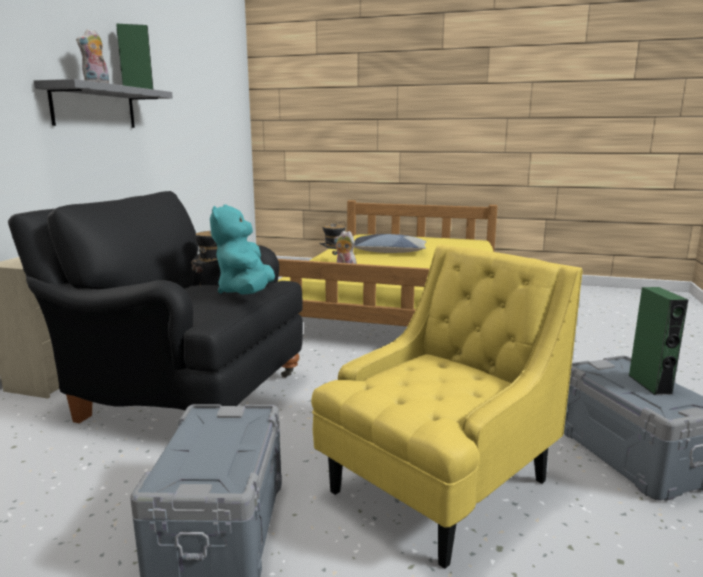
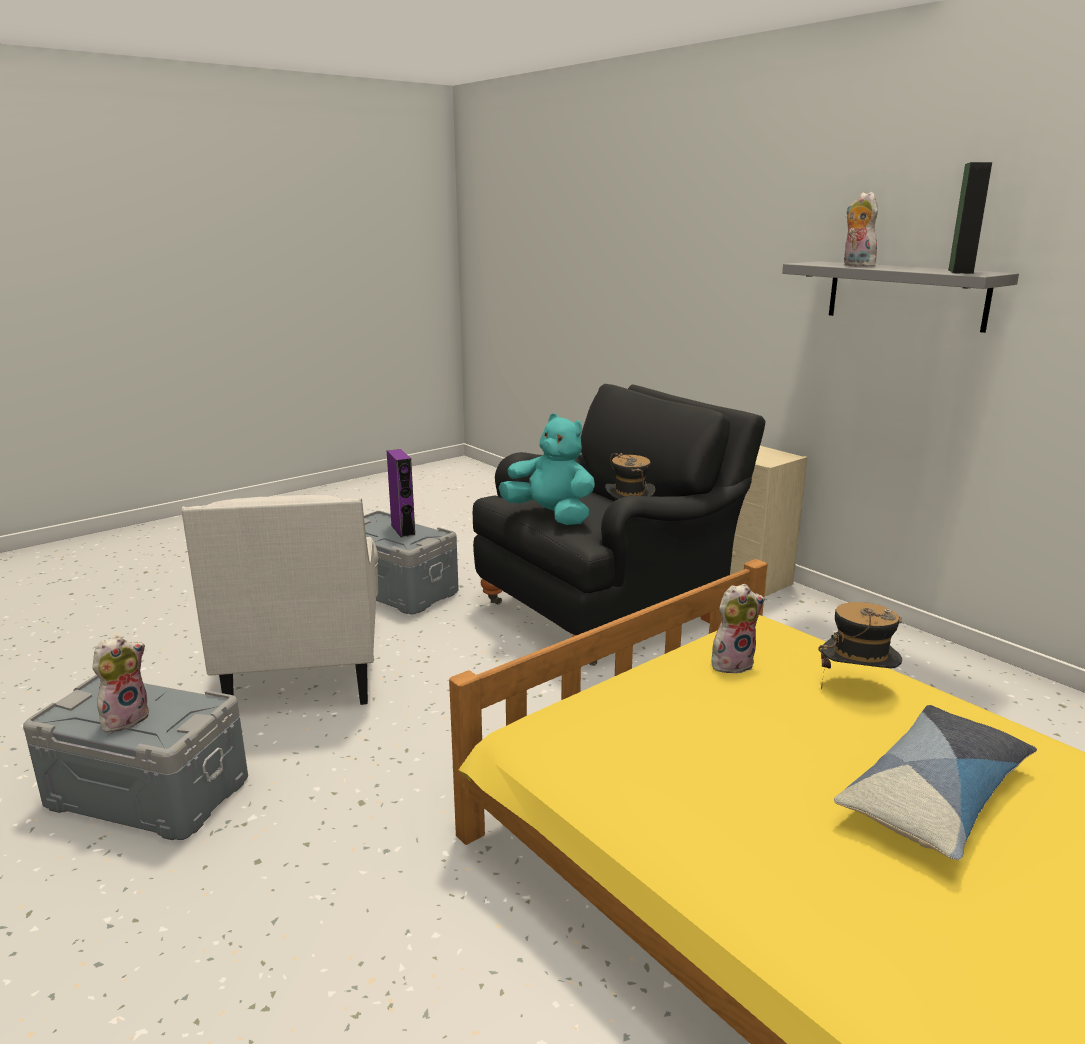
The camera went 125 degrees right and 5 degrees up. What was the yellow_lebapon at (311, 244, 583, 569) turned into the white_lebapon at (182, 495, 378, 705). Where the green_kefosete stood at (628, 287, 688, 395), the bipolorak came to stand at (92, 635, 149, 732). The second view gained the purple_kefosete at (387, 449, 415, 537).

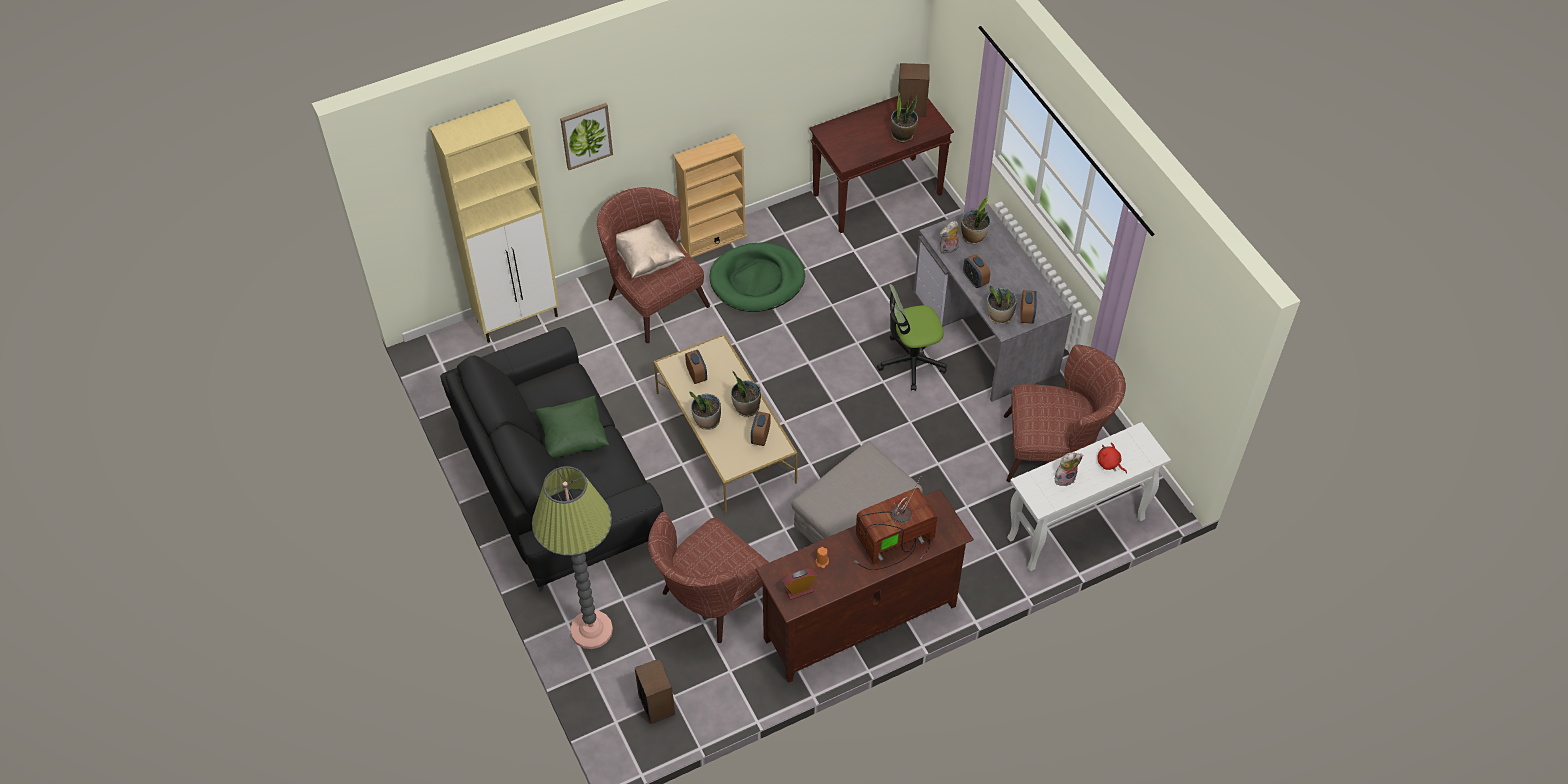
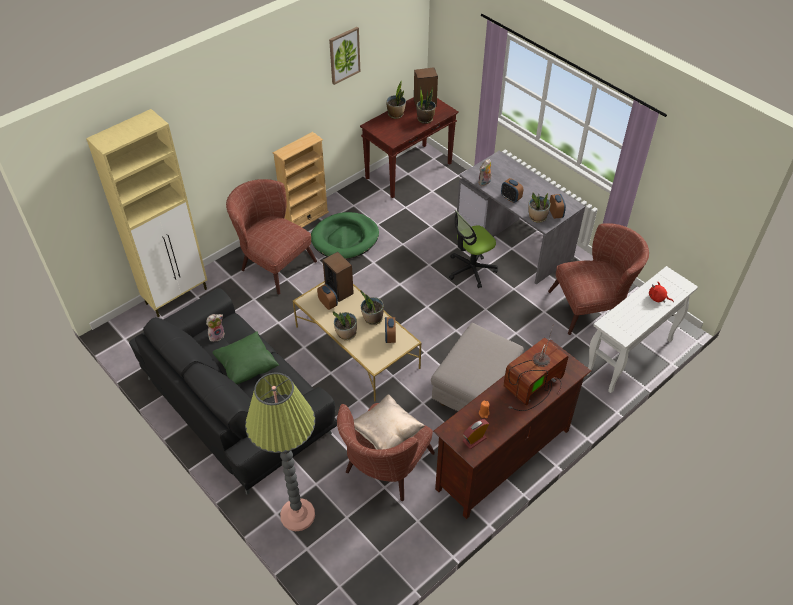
The camera went 15 degrees left and 5 degrees down. The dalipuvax ended up elsewhere, having gone from (560, 103, 613, 170) to (329, 27, 360, 85). The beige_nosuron ended up elsewhere, having gone from (616, 219, 686, 278) to (354, 394, 425, 450). The kefosete ended up elsewhere, having gone from (635, 658, 675, 724) to (323, 252, 354, 302). The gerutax ended up elsewhere, having gone from (961, 195, 990, 244) to (386, 81, 406, 119). The bipolorak ended up elsewhere, having gone from (1055, 452, 1083, 486) to (206, 314, 225, 342).

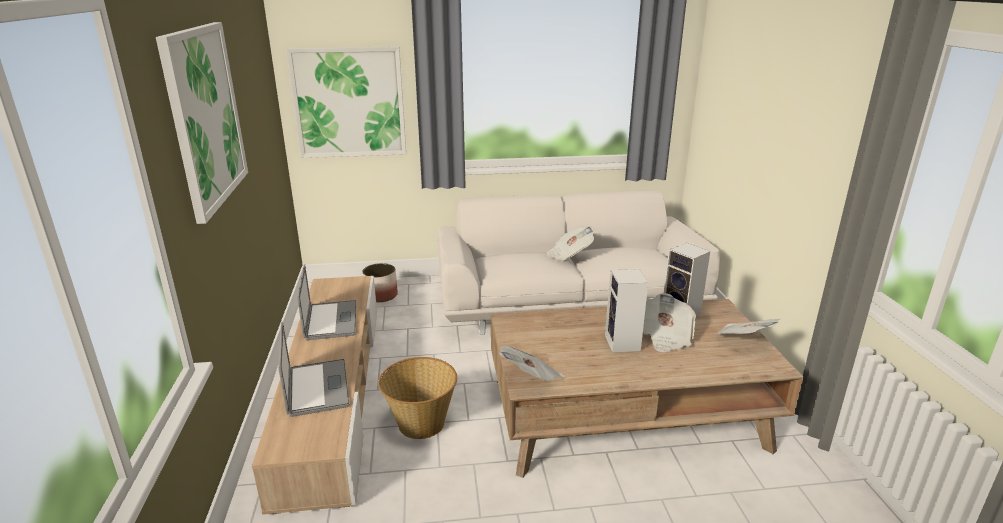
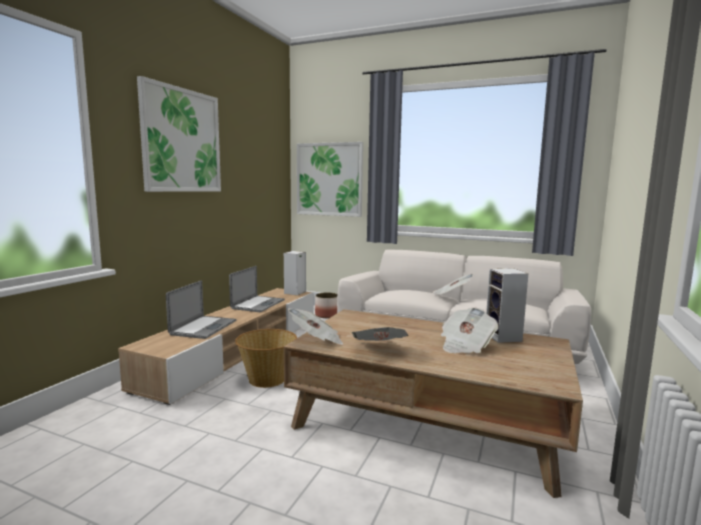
The camera went 30 degrees right and 15 degrees down. The kefosete ended up elsewhere, having gone from (605, 268, 648, 353) to (284, 251, 306, 296). The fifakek ended up elsewhere, having gone from (715, 319, 780, 334) to (351, 327, 409, 341).

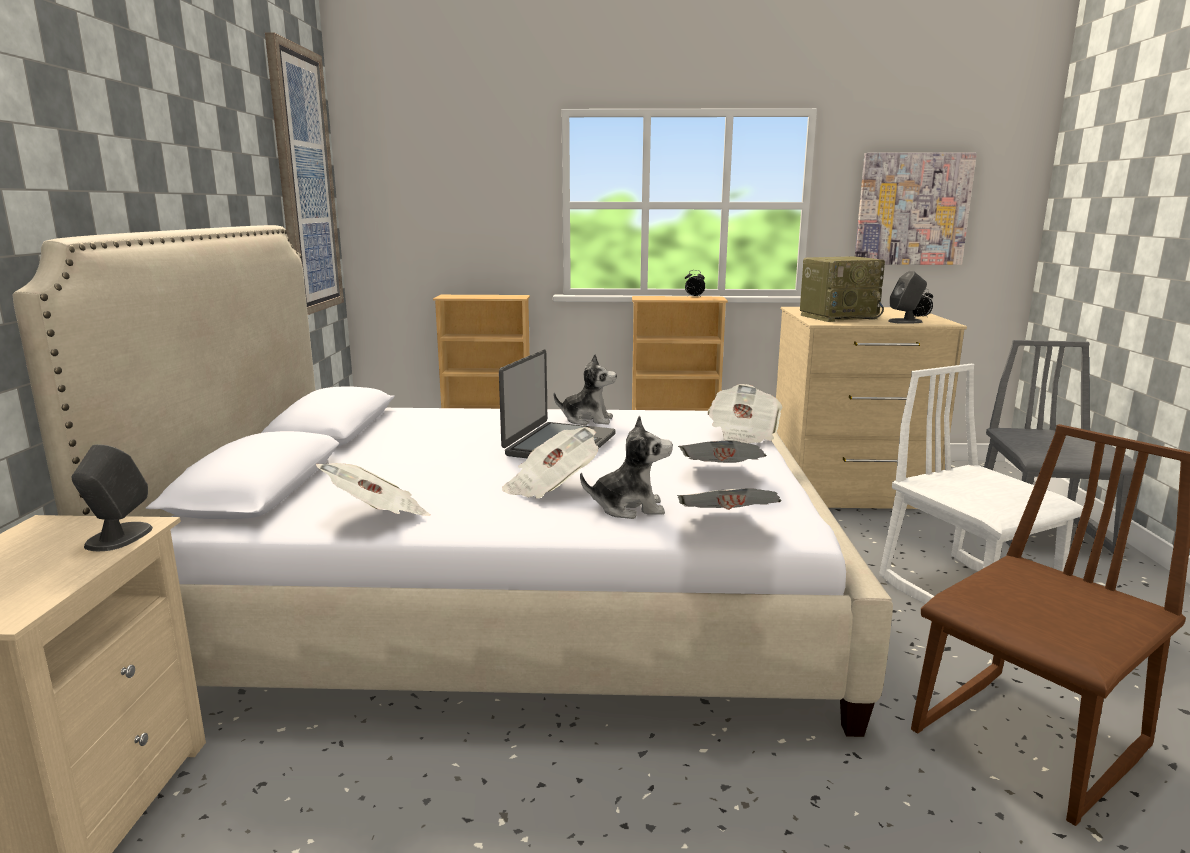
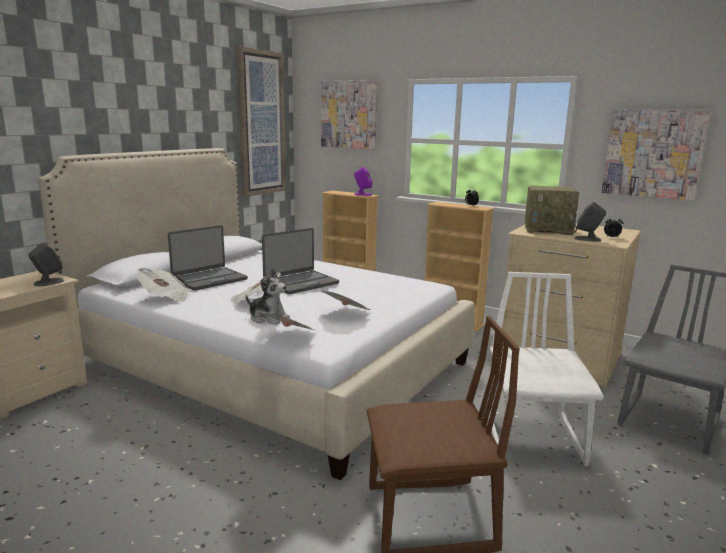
The camera went 30 degrees right and 0 degrees up. The second view lost the bipolorak at (554, 354, 617, 425). The second view lost the fifakek at (708, 384, 782, 444). The second view gained the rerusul at (168, 225, 248, 291). The second view gained the dalipuvax at (321, 80, 377, 149). The second view gained the purple_kefosete at (354, 167, 372, 196).

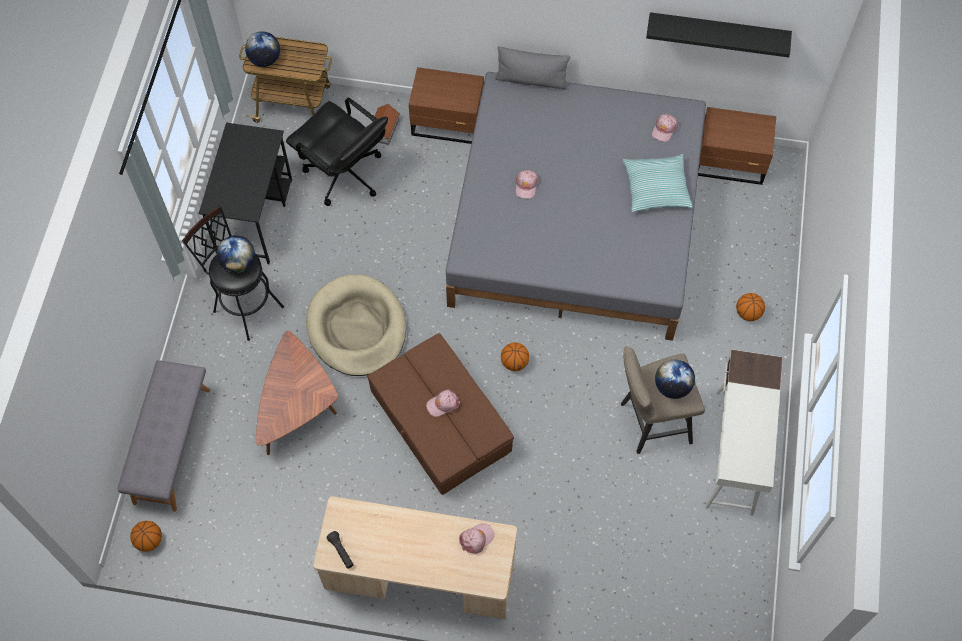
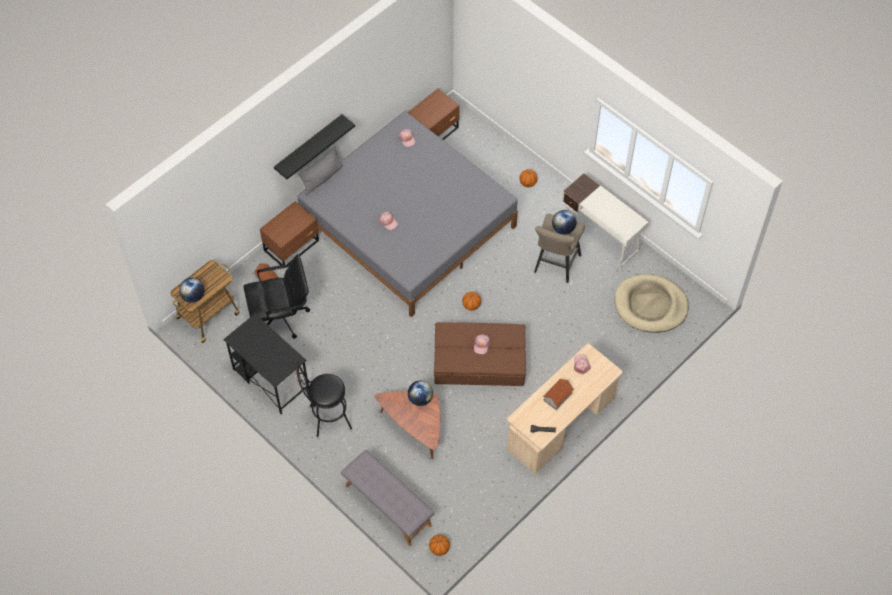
The camera went 55 degrees left and 5 degrees down. The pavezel ended up elsewhere, having gone from (217, 235, 255, 273) to (408, 380, 433, 406). The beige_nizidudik ended up elsewhere, having gone from (306, 274, 406, 376) to (614, 274, 689, 333). The second view lost the nosuron at (623, 154, 693, 212). The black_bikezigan ended up elsewhere, having gone from (646, 12, 792, 57) to (274, 114, 355, 179). The second view gained the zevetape at (543, 379, 574, 410).

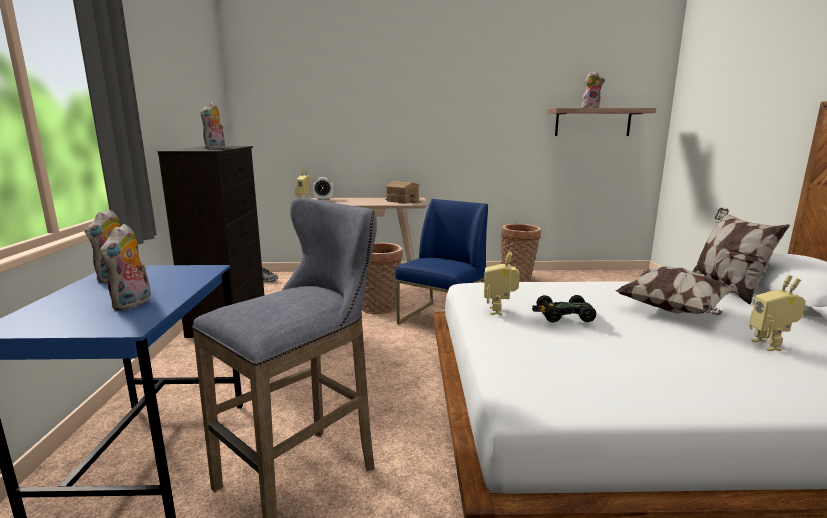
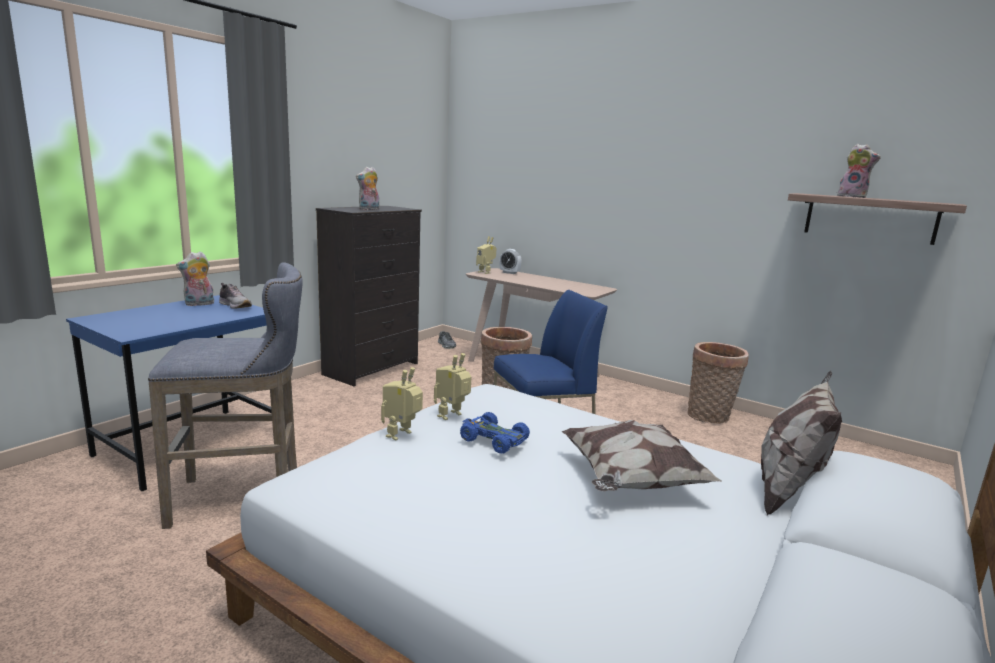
The camera went 35 degrees right and 0 degrees up. The second view lost the bipolorak at (100, 224, 151, 310). The second view lost the zevetape at (385, 181, 421, 204). What was the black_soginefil at (532, 295, 596, 322) turned into the blue_soginefil at (460, 412, 530, 454). The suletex ended up elsewhere, having gone from (749, 275, 806, 351) to (381, 367, 423, 441). The second view gained the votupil at (219, 283, 252, 309).

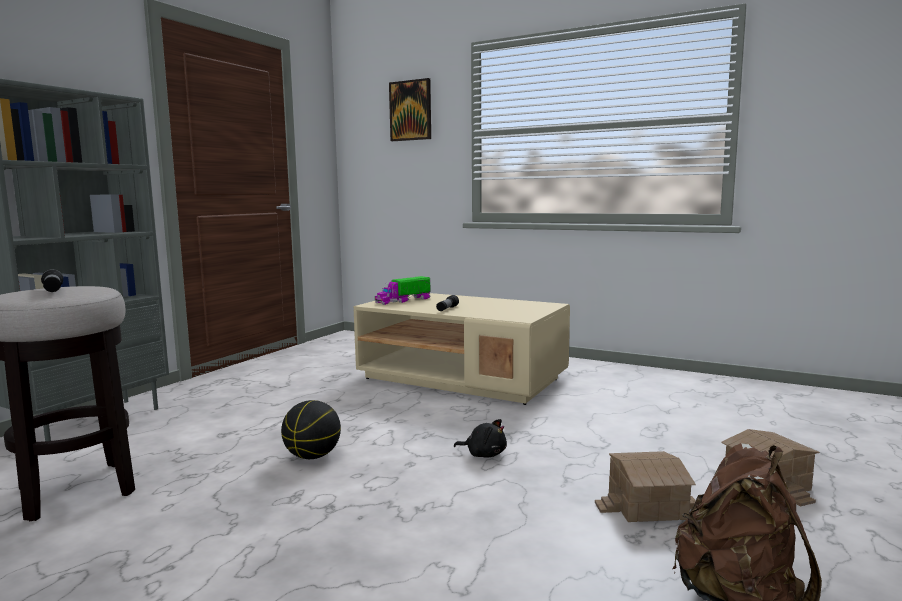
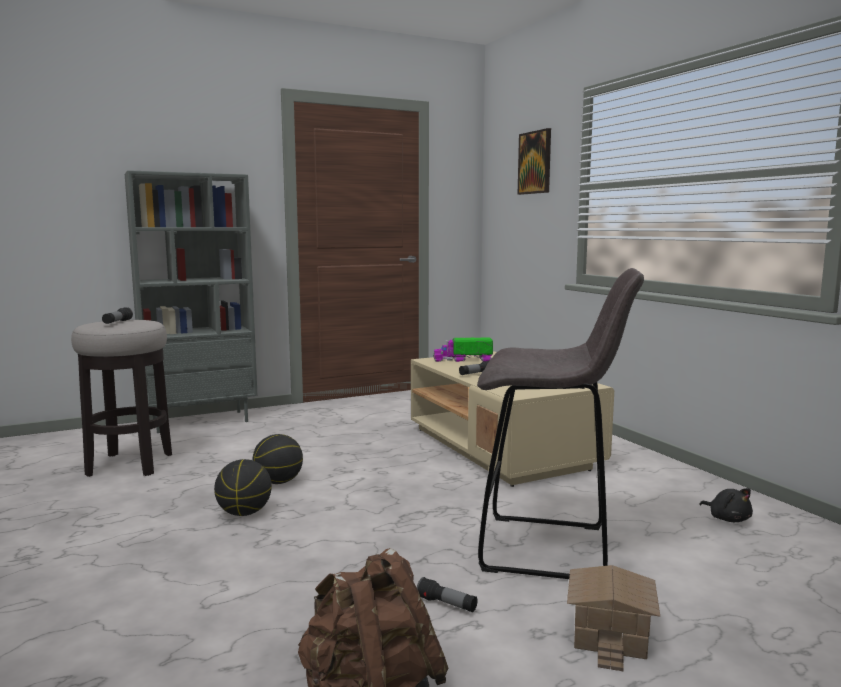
The camera went 35 degrees right and 0 degrees up. The black_bipolorak ended up elsewhere, having gone from (454, 419, 507, 457) to (699, 488, 753, 522). Where the zevetape stood at (595, 451, 696, 522), the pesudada came to stand at (417, 577, 478, 612). The second view gained the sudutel at (214, 459, 272, 516). The second view gained the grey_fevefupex at (477, 268, 644, 579).

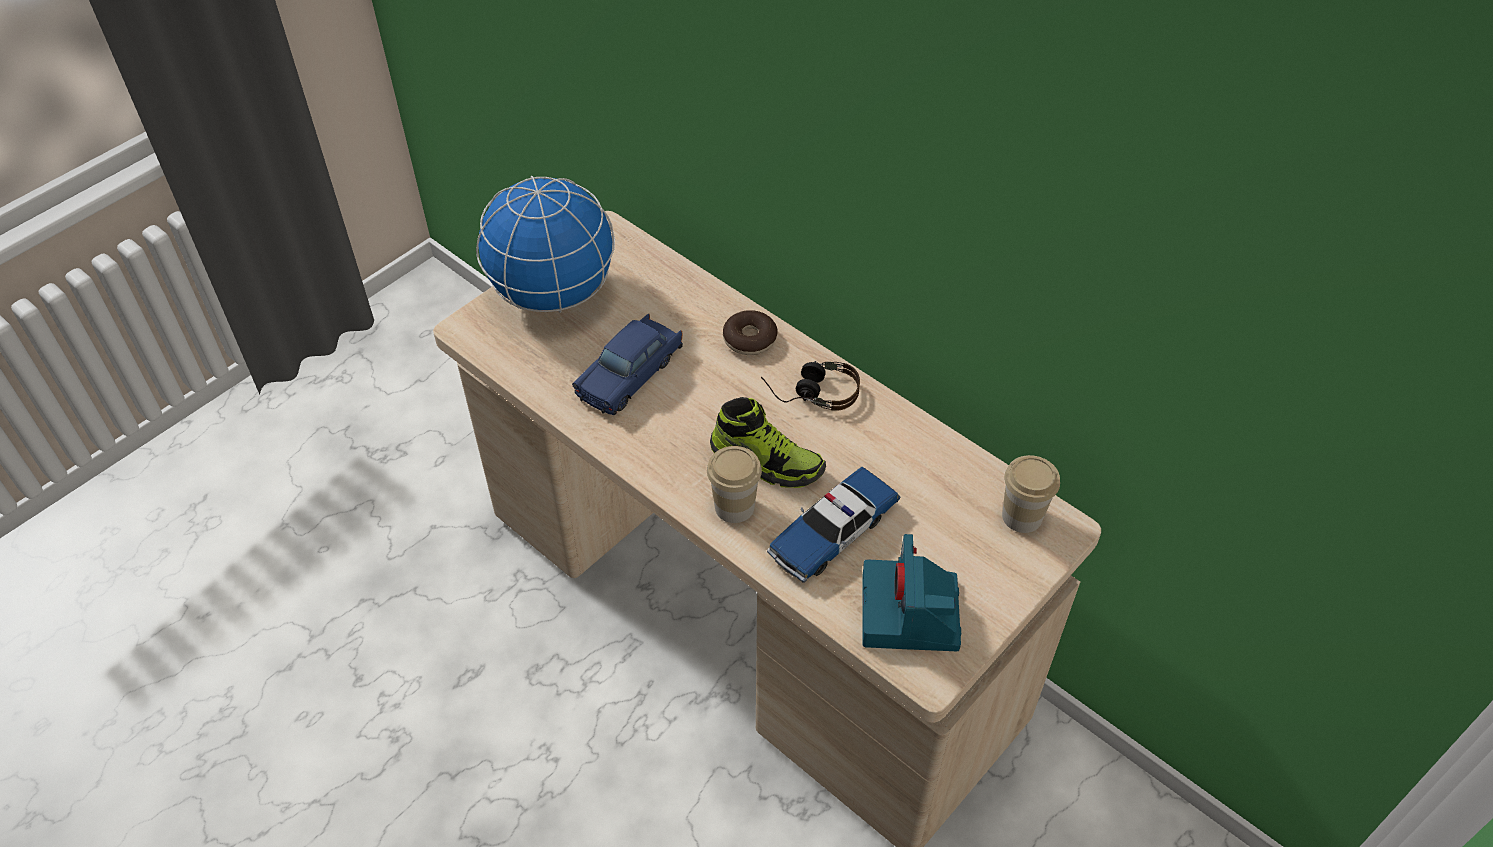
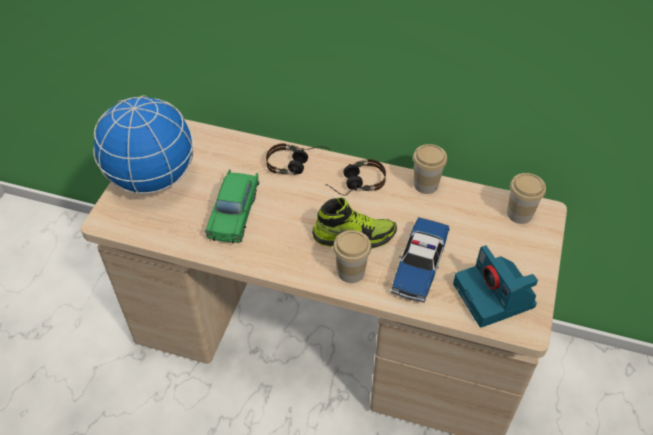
The camera went 25 degrees left and 0 degrees up. What was the blue_soginefil at (572, 314, 683, 415) turned into the green_soginefil at (205, 169, 259, 244). Where the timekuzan stood at (723, 310, 778, 355), the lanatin came to stand at (266, 143, 331, 175). The second view gained the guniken at (413, 144, 447, 194).

